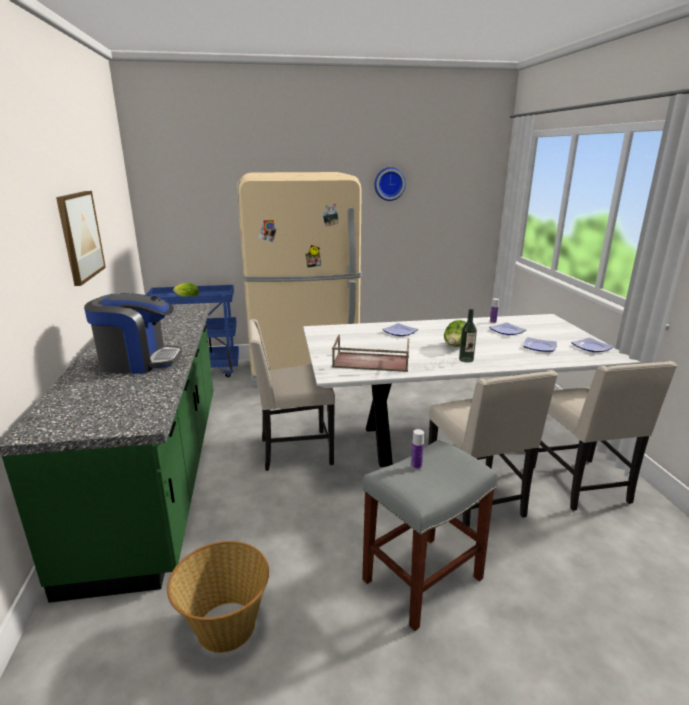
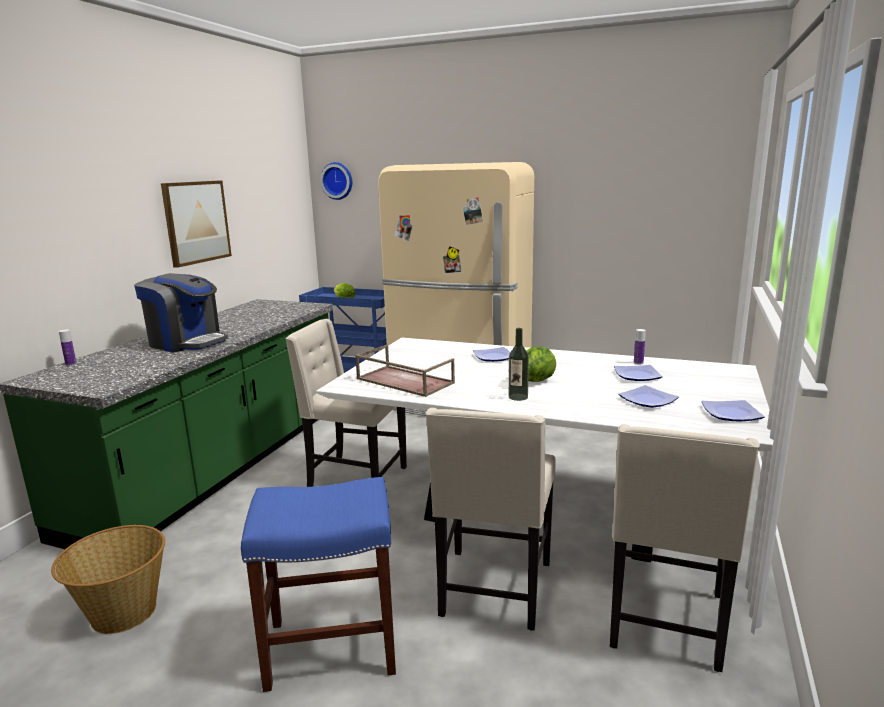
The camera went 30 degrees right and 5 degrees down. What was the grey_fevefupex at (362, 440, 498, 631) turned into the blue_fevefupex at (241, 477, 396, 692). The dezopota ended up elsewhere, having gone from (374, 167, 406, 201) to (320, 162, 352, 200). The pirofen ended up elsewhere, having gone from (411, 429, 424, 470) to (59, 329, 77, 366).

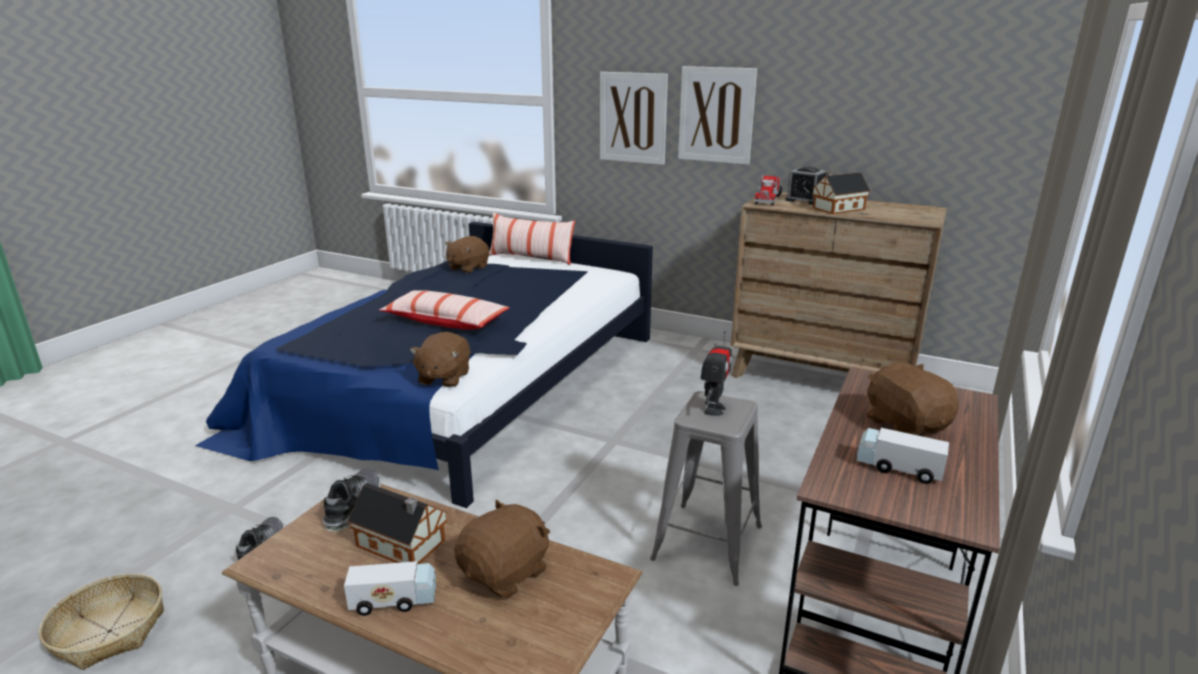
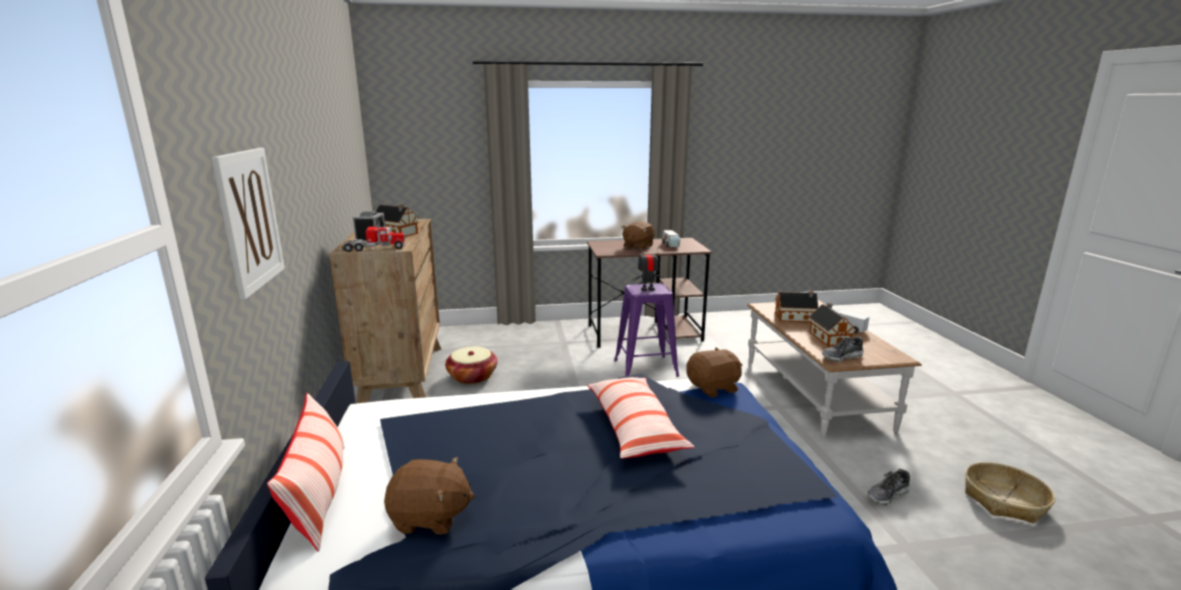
The camera went 125 degrees left and 5 degrees down. Where the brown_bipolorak stood at (454, 499, 550, 598), the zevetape came to stand at (775, 290, 818, 322). What was the grey_fevefupex at (650, 391, 762, 586) turned into the purple_fevefupex at (614, 283, 679, 377). The second view lost the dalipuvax at (678, 66, 757, 165). The second view gained the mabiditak at (445, 346, 497, 384).

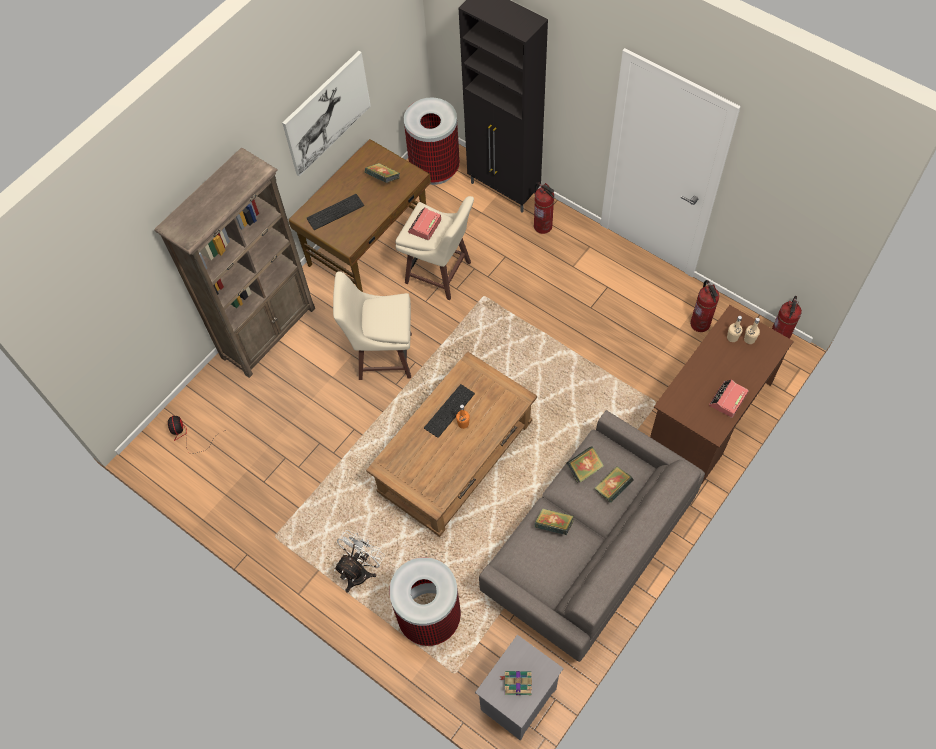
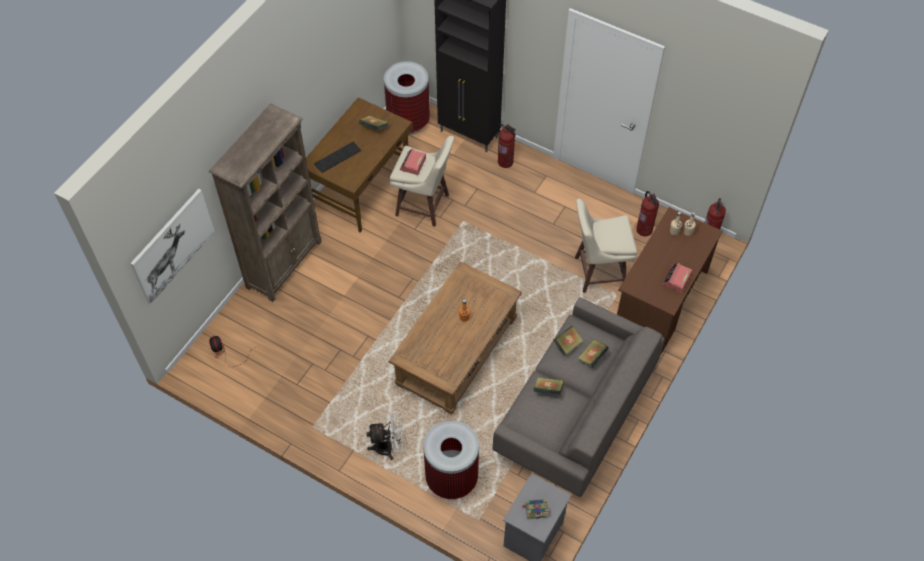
The camera went 10 degrees left and 5 degrees down. The dalipuvax ended up elsewhere, having gone from (282, 51, 371, 176) to (130, 189, 214, 305). The beige_fevefupex ended up elsewhere, having gone from (333, 271, 412, 380) to (575, 199, 637, 293). The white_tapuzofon at (334, 530, 385, 592) ended up facing another way, 60 degrees clockwise from before. The second view lost the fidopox at (424, 384, 475, 438).

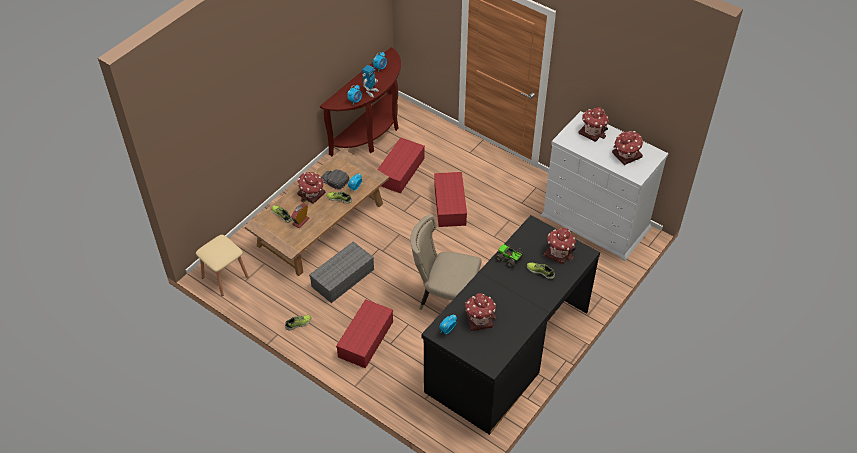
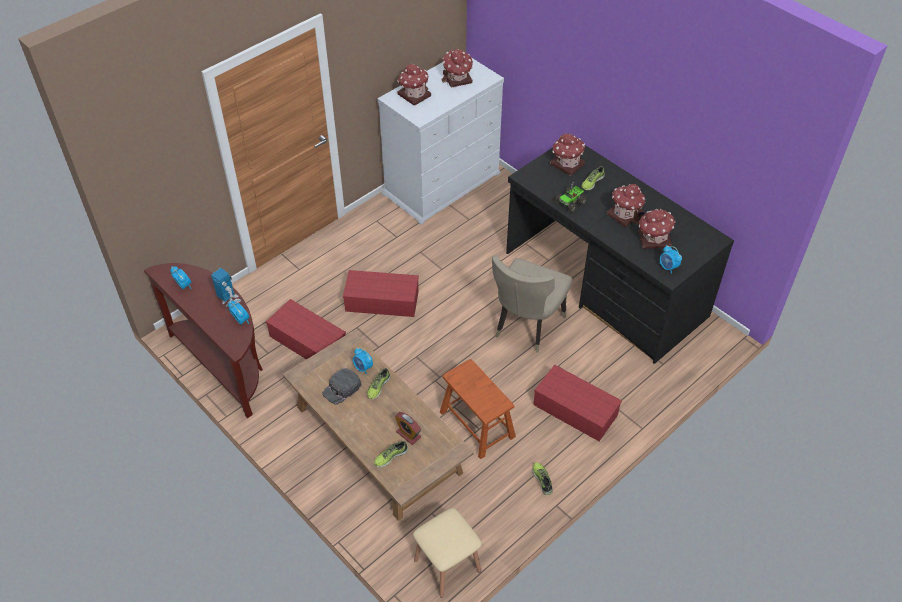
The camera went 80 degrees left and 0 degrees up. The zevetape ended up elsewhere, having gone from (297, 172, 326, 204) to (606, 184, 645, 227). Where the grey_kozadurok stood at (309, 241, 374, 303), the brown_fevefupex came to stand at (440, 359, 516, 459).

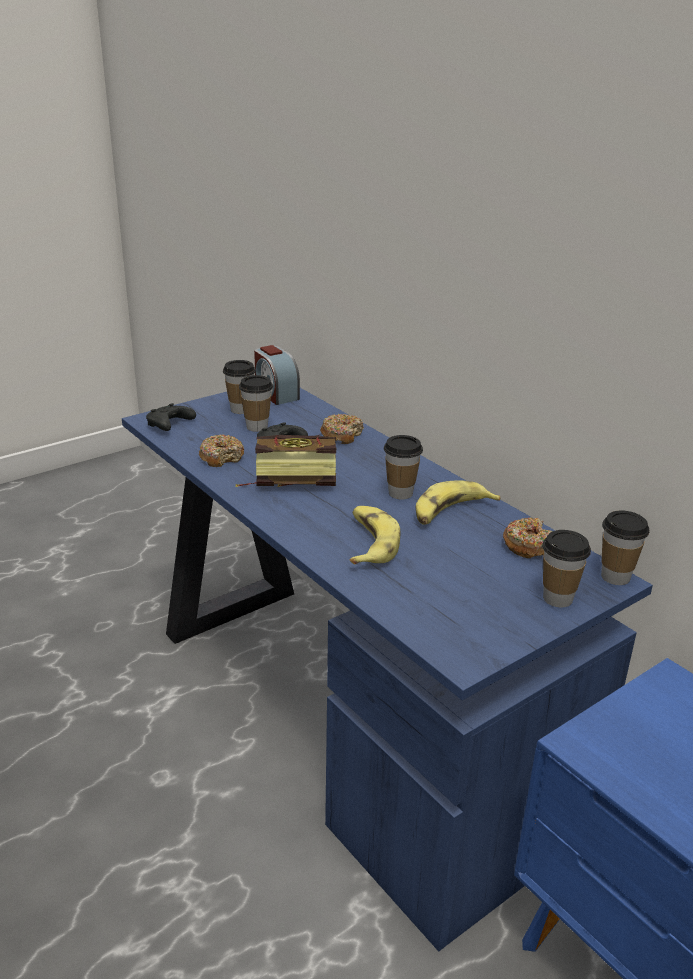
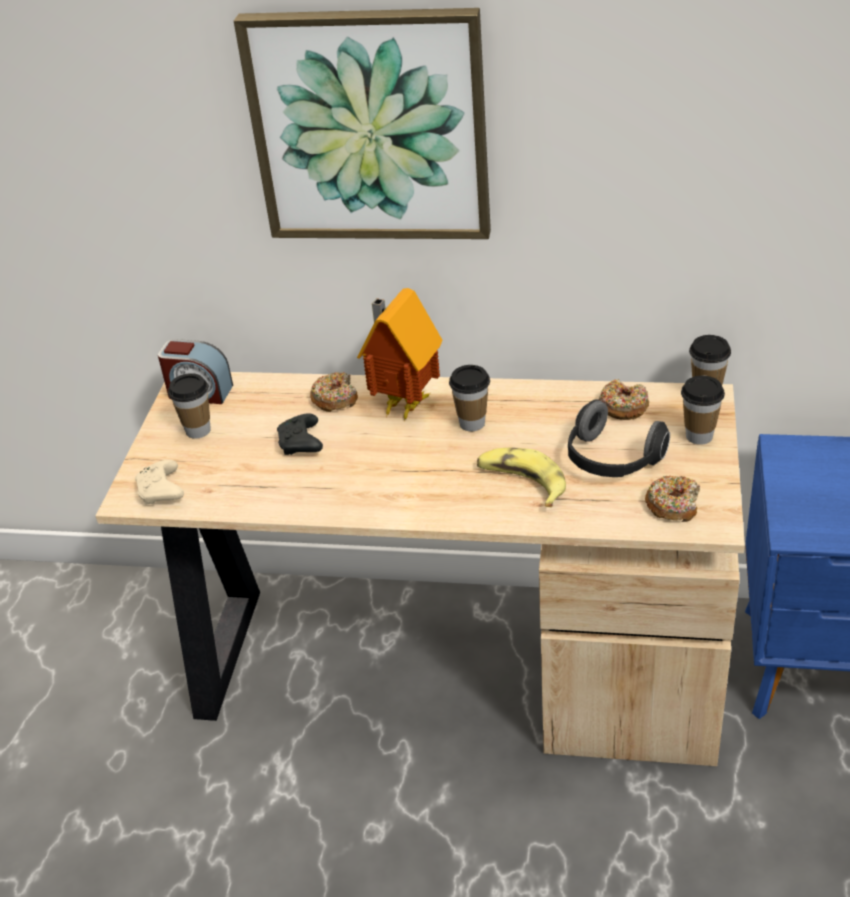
The camera went 40 degrees left and 10 degrees up. What was the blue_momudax at (122, 388, 653, 952) turned into the beige_momudax at (96, 372, 745, 766). What was the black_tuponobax at (146, 403, 196, 431) turned into the beige_tuponobax at (135, 459, 184, 505). The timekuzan ended up elsewhere, having gone from (199, 435, 244, 467) to (645, 475, 700, 522). The second view lost the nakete at (235, 435, 336, 487). The second view lost the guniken at (239, 375, 273, 432). The second view lost the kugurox at (416, 480, 500, 525). The second view gained the dalipuvax at (234, 8, 491, 239). The second view gained the zevetape at (357, 288, 443, 421). The second view gained the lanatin at (568, 399, 670, 477).

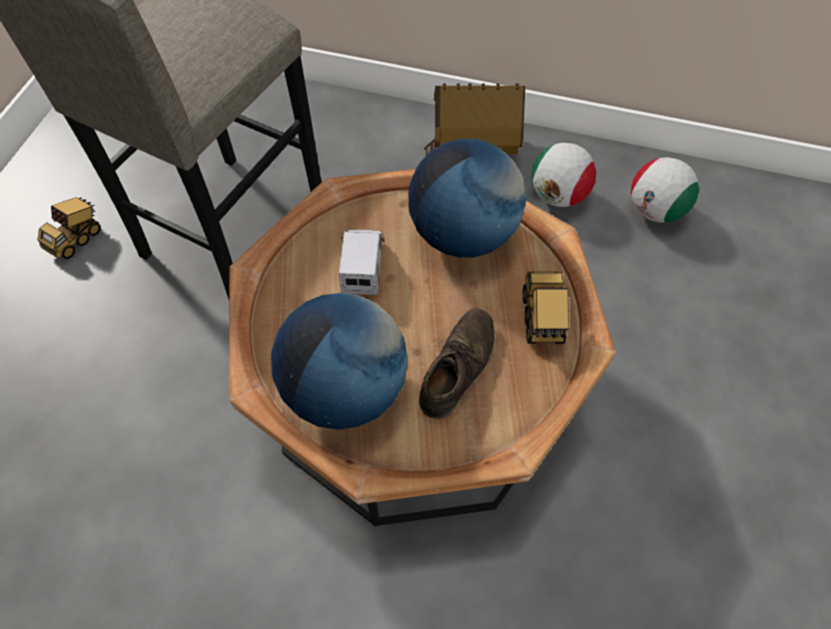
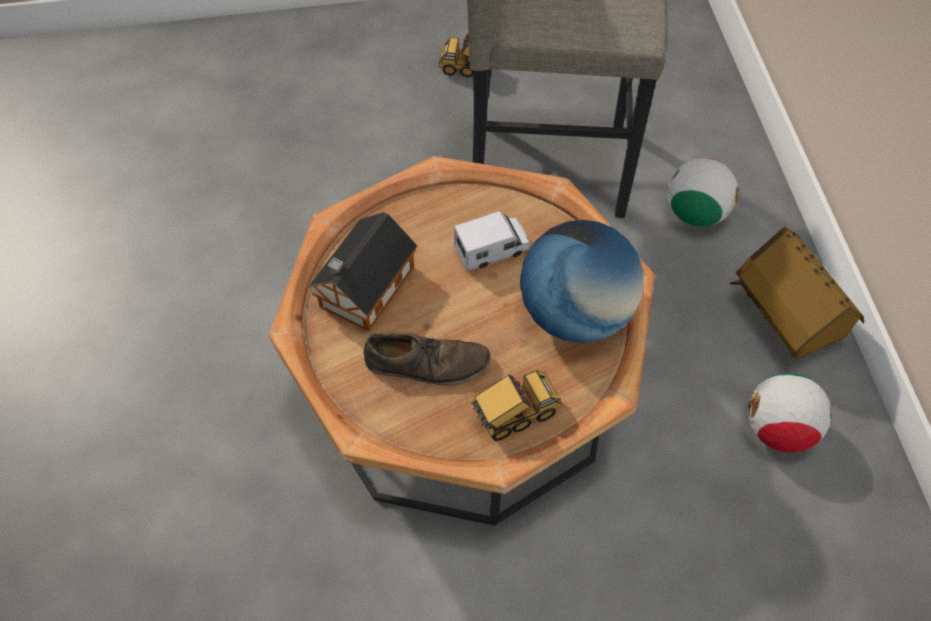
The camera went 65 degrees right and 0 degrees up. Where the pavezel stood at (271, 293, 408, 430), the zevetape came to stand at (308, 212, 417, 331). The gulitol ended up elsewhere, having gone from (631, 157, 699, 223) to (668, 158, 738, 227).

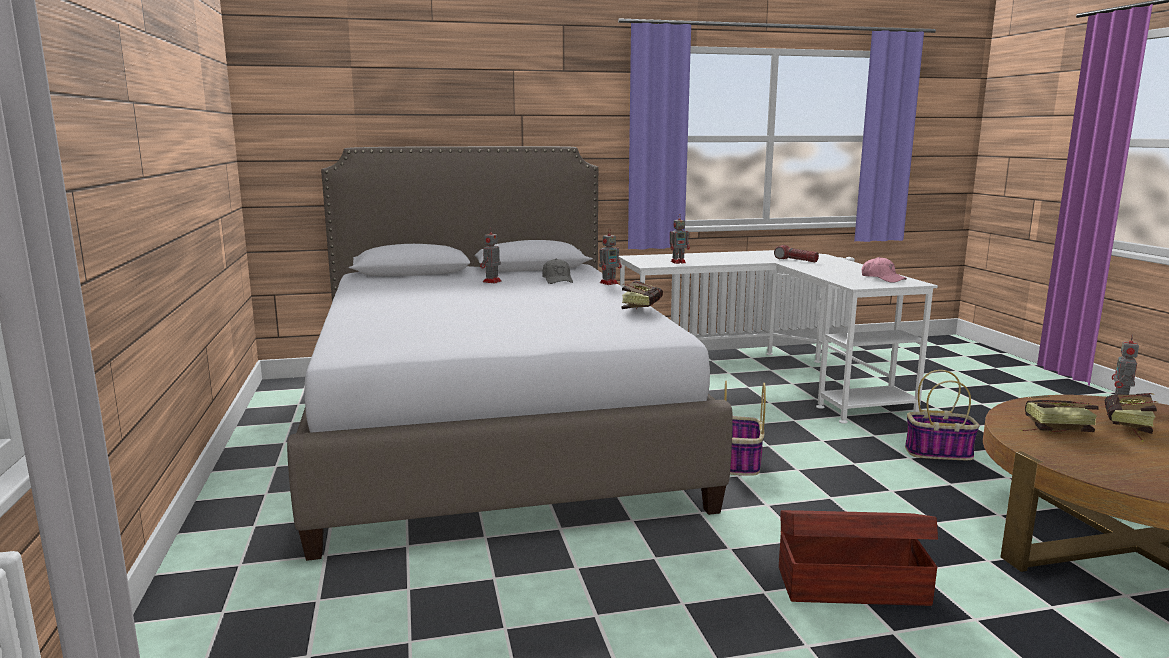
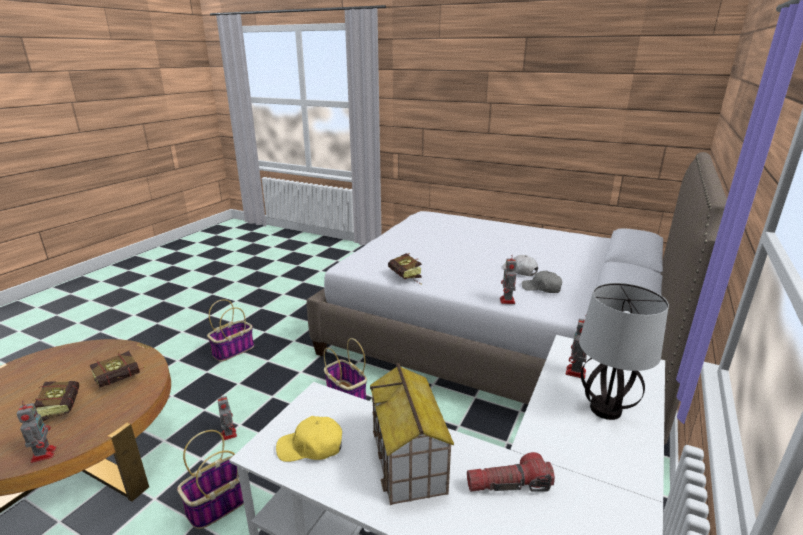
The camera went 130 degrees right and 10 degrees up. The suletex ended up elsewhere, having gone from (480, 228, 502, 283) to (217, 394, 237, 440). Where the brown_kozadurok stood at (779, 510, 938, 606), the mabiditak came to stand at (207, 299, 254, 362). What was the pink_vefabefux at (862, 257, 907, 283) turned into the yellow_vefabefux at (276, 416, 342, 462). The second view gained the zevetape at (370, 363, 454, 505). The second view gained the white_vefabefux at (502, 255, 538, 276). The second view gained the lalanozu at (579, 283, 669, 420).

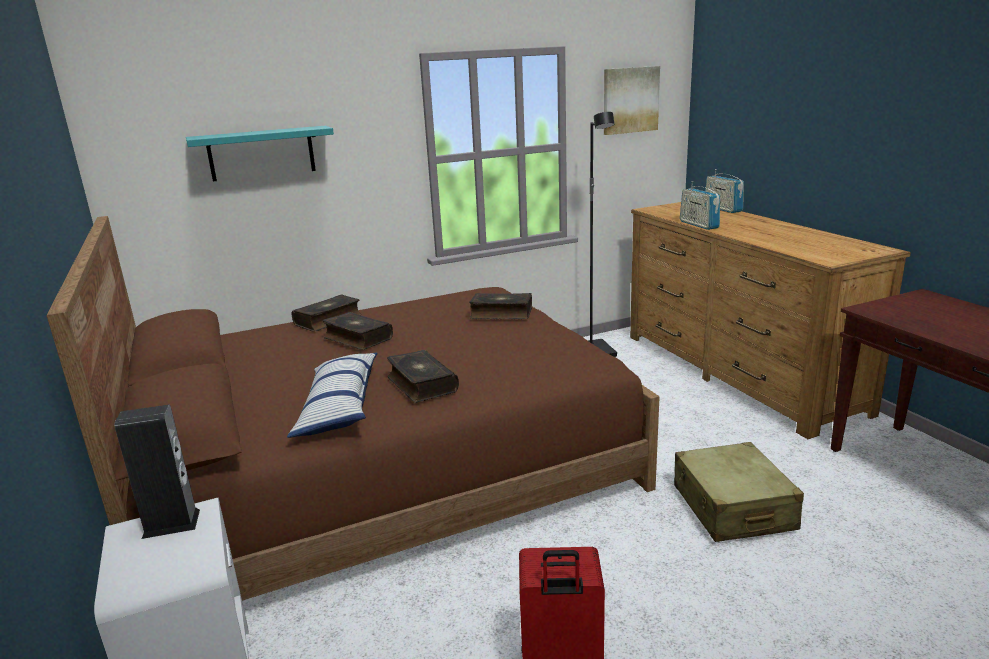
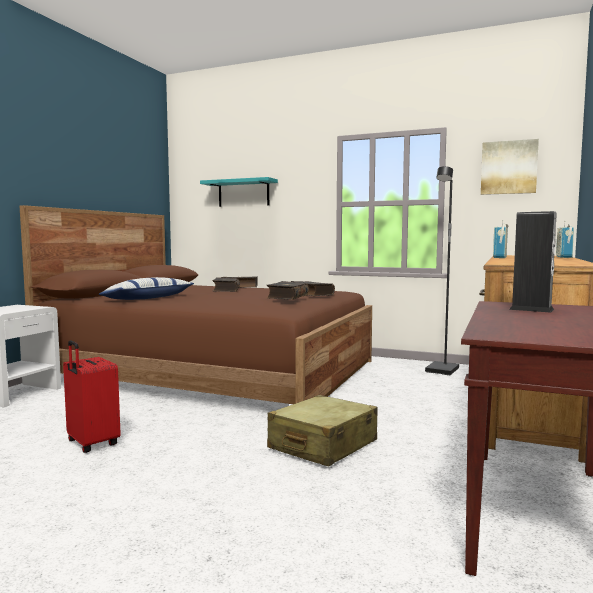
The camera went 45 degrees right and 15 degrees down. The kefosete ended up elsewhere, having gone from (115, 404, 200, 539) to (509, 211, 557, 313). The nakete ended up elsewhere, having gone from (387, 350, 459, 403) to (266, 281, 309, 300).

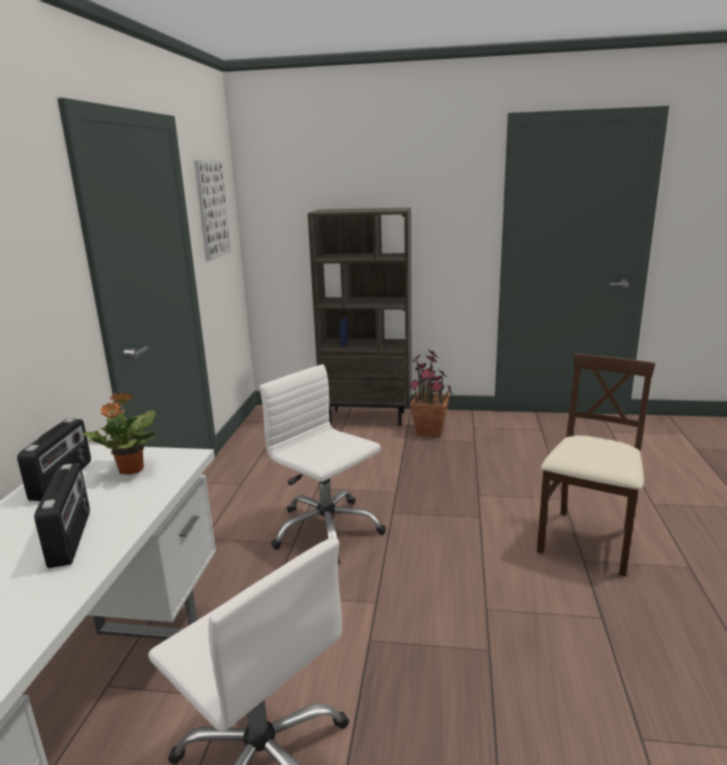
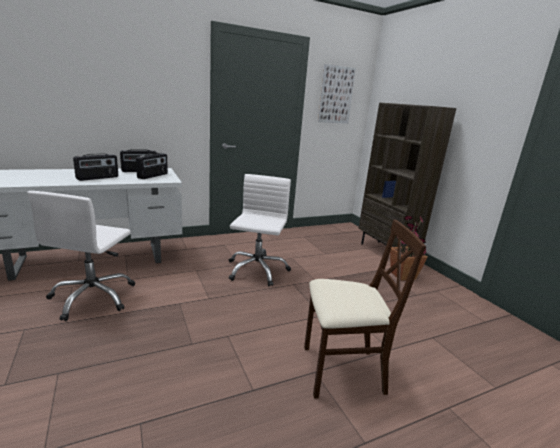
The camera went 55 degrees right and 0 degrees up. Where the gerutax stood at (83, 392, 156, 475), the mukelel came to stand at (136, 153, 168, 179).

